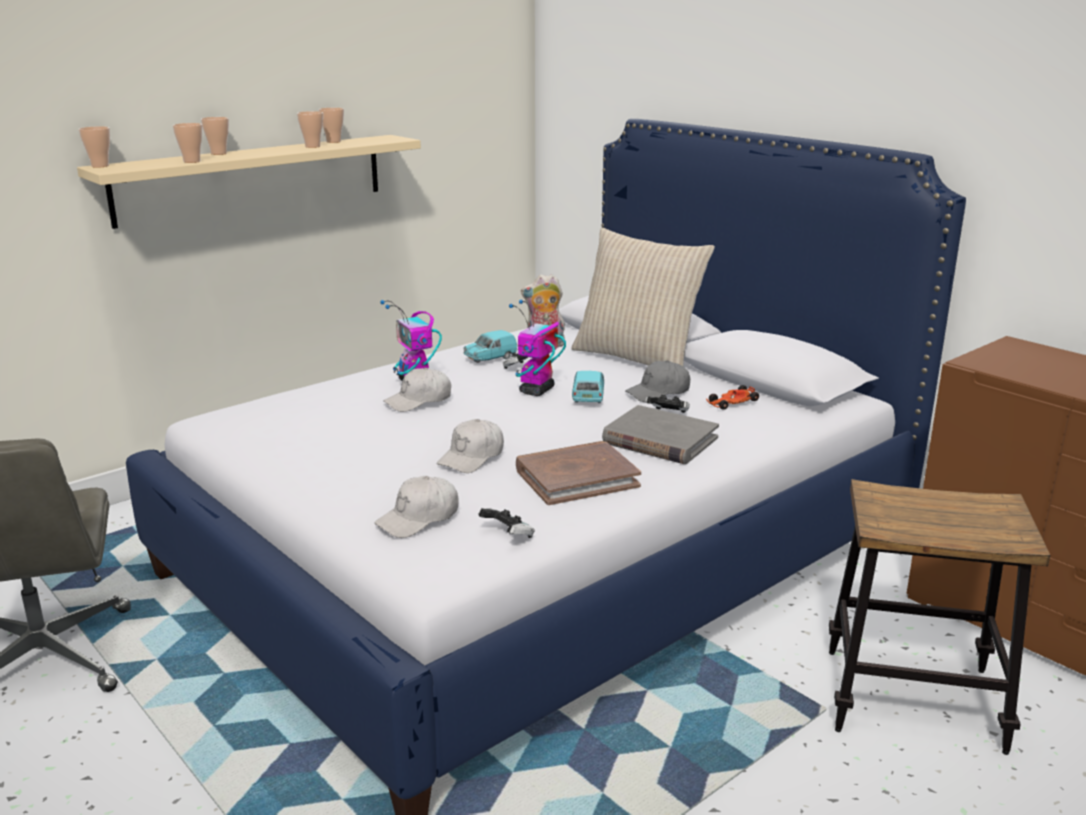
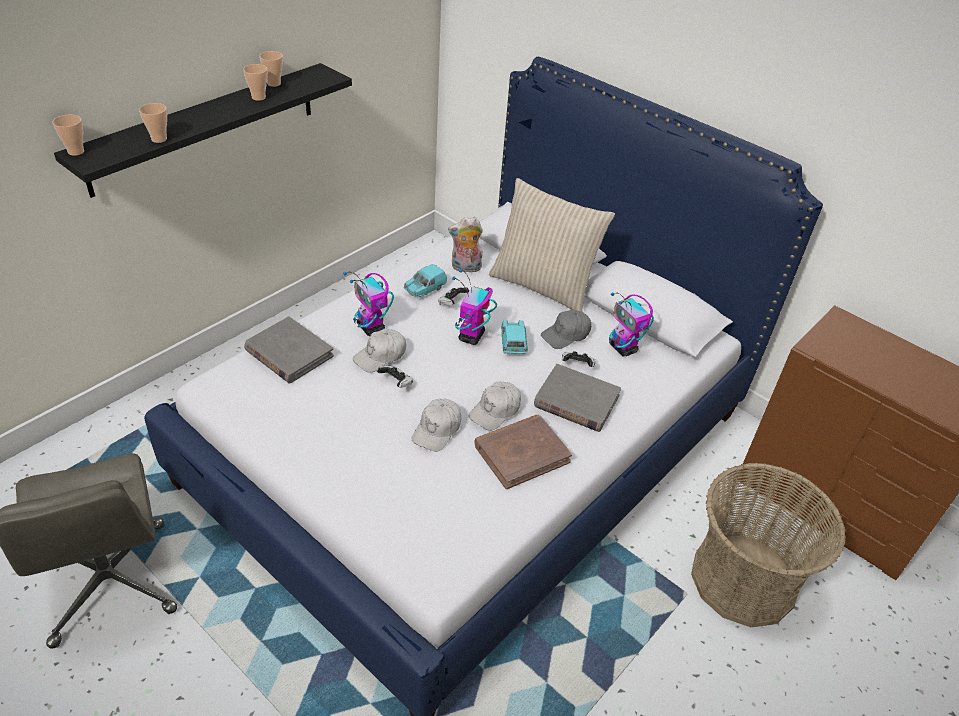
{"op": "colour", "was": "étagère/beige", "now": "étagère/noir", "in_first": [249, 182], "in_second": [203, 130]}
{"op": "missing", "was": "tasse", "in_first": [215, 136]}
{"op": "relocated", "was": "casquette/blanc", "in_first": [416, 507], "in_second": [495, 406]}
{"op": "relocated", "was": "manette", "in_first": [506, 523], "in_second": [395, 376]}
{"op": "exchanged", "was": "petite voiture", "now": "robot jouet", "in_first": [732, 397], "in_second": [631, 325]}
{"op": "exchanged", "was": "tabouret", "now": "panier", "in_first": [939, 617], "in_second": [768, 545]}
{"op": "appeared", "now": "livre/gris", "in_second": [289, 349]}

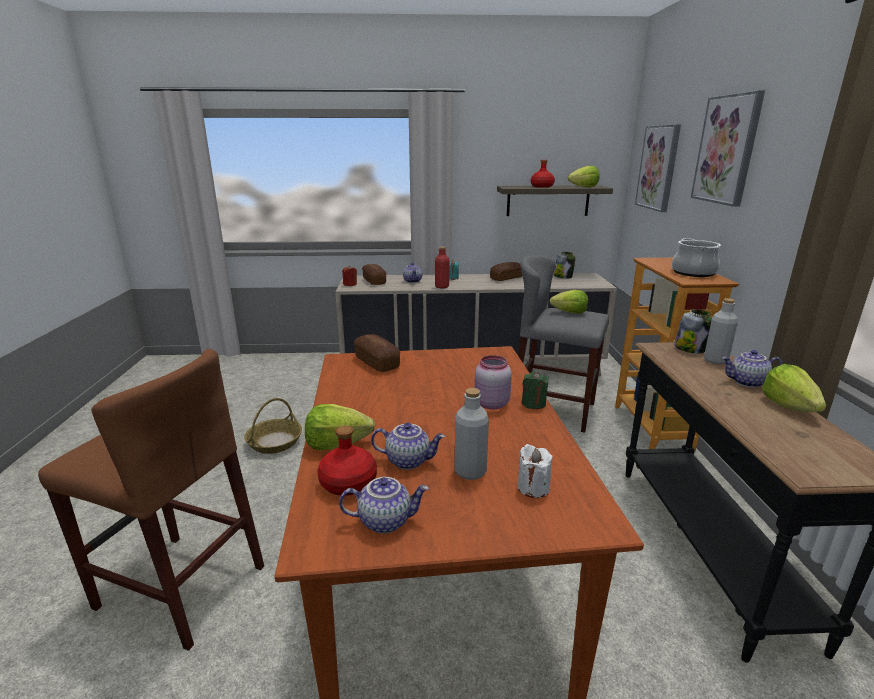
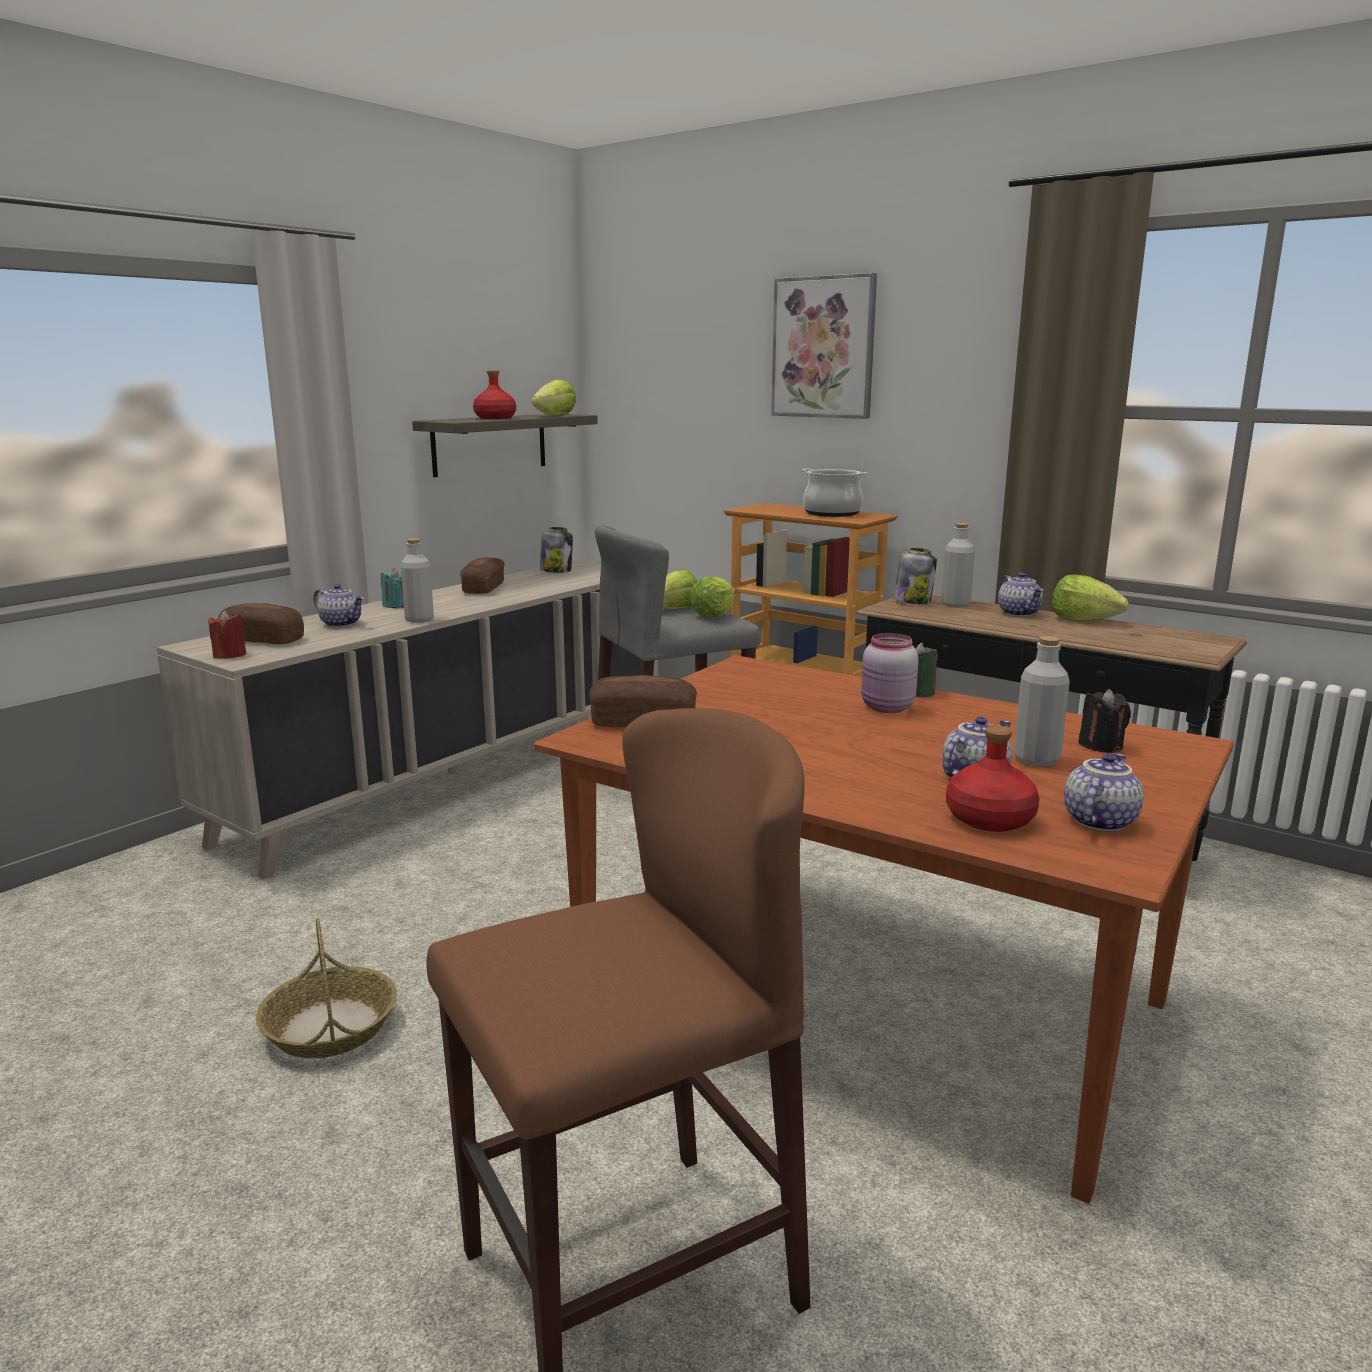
{"op": "relocated", "was": "laitue", "in_first": [340, 427], "in_second": [712, 597]}
{"op": "colour", "was": "bouteille/rouge", "now": "bouteille/gris", "in_first": [442, 267], "in_second": [417, 580]}
{"op": "colour", "was": "bougie/blanc", "now": "bougie/noir", "in_first": [535, 471], "in_second": [1104, 721]}
{"op": "missing", "was": "tableau", "in_first": [658, 168]}
{"op": "spun", "was": "théière", "in_first": [752, 369], "in_second": [1021, 594], "clockwise": -60}

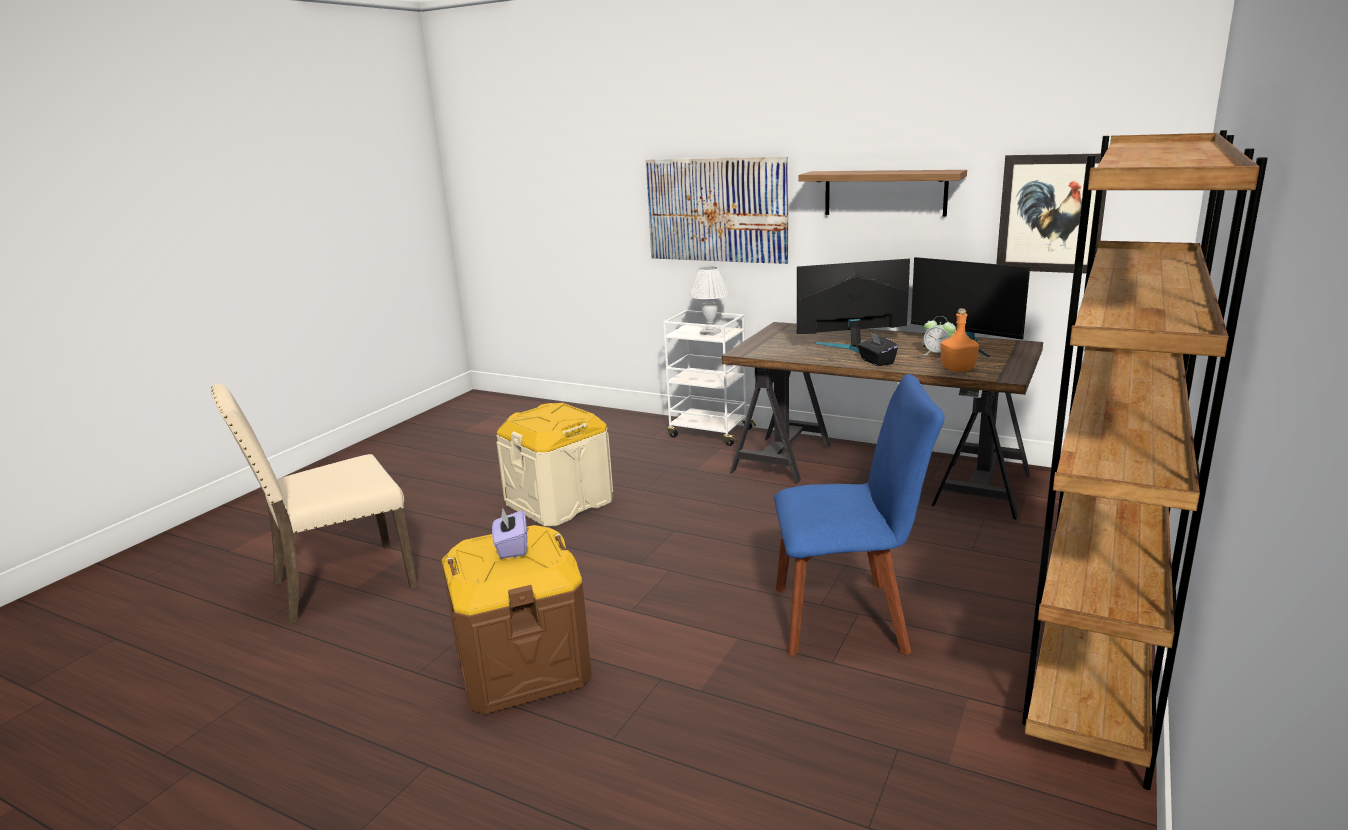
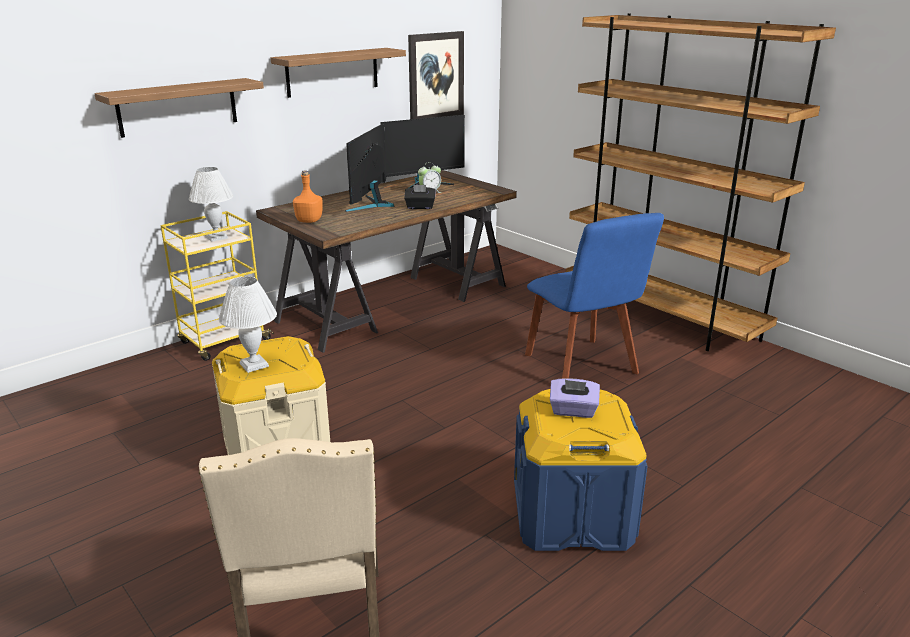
{"op": "colour", "was": "boîte de rangement/marron", "now": "boîte de rangement/bleu", "in_first": [517, 619], "in_second": [581, 470]}
{"op": "exchanged", "was": "tableau", "now": "étagère", "in_first": [716, 210], "in_second": [179, 108]}
{"op": "colour", "was": "chariot/blanc", "now": "chariot/jaune", "in_first": [709, 378], "in_second": [217, 286]}
{"op": "spun", "was": "chaise/bleu", "in_first": [859, 515], "in_second": [594, 296], "clockwise": 135}
{"op": "relocated", "was": "bouteille/orange", "in_first": [959, 340], "in_second": [308, 196]}
{"op": "appeared", "now": "lampe de table/blanc", "in_second": [248, 325]}

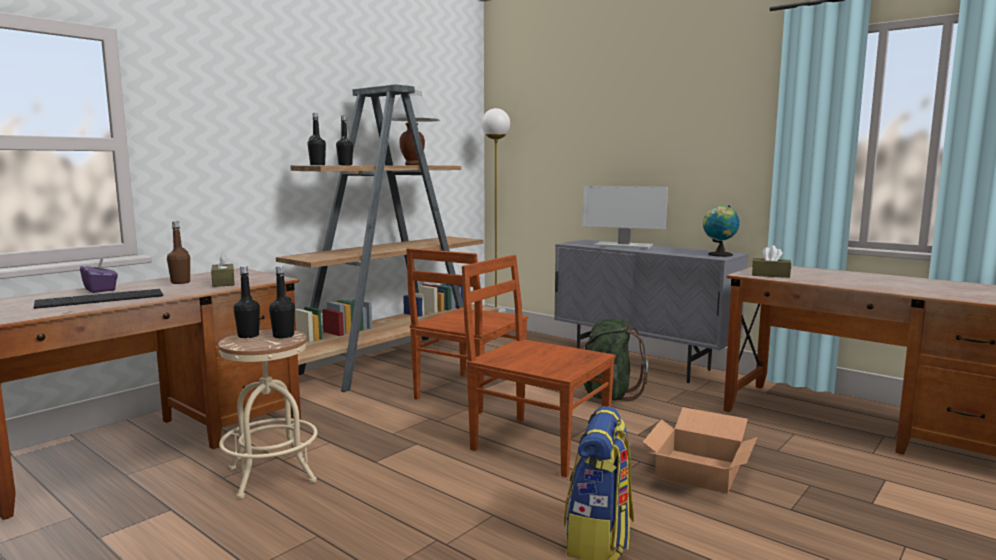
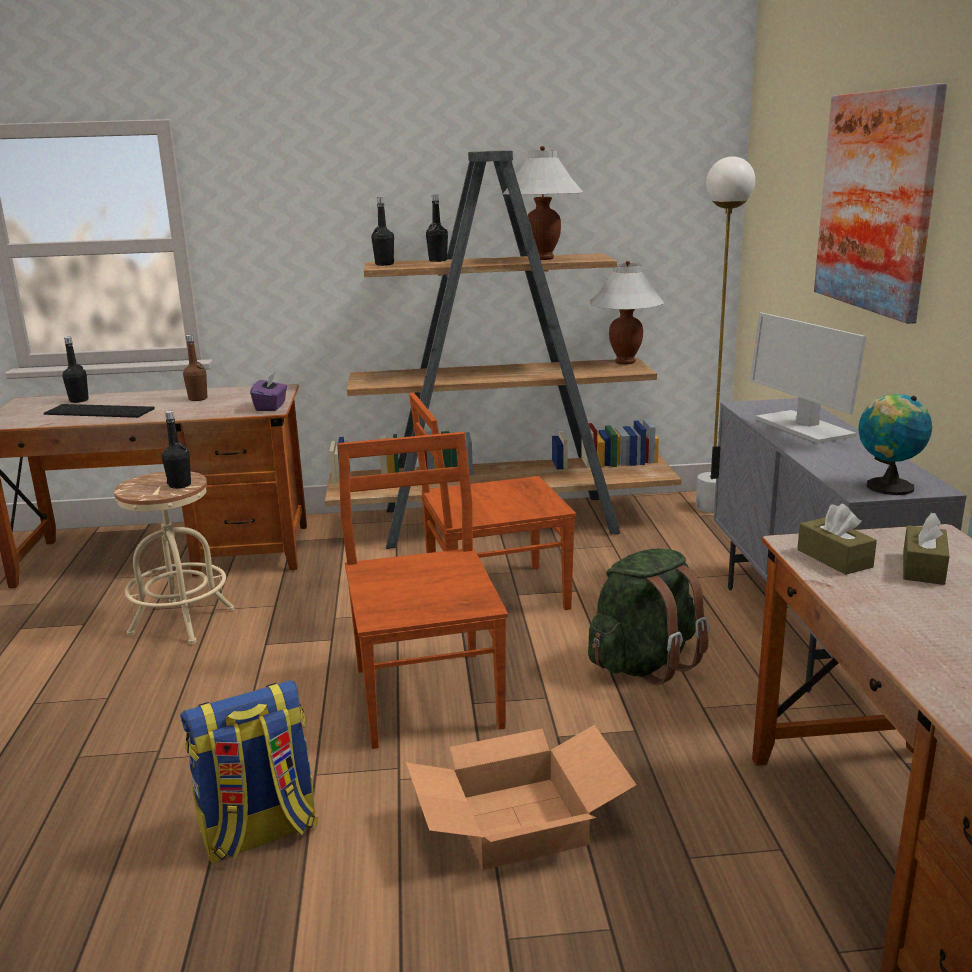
{"op": "relocated", "was": "boîte à mouchoirs/violet", "in_first": [99, 275], "in_second": [268, 392]}
{"op": "relocated", "was": "boîte à mouchoirs/marron", "in_first": [222, 269], "in_second": [926, 549]}
{"op": "relocated", "was": "bouteille/noir", "in_first": [247, 302], "in_second": [76, 370]}
{"op": "appeared", "now": "lampe de table/blanc", "in_second": [627, 313]}
{"op": "appeared", "now": "tableau", "in_second": [880, 203]}

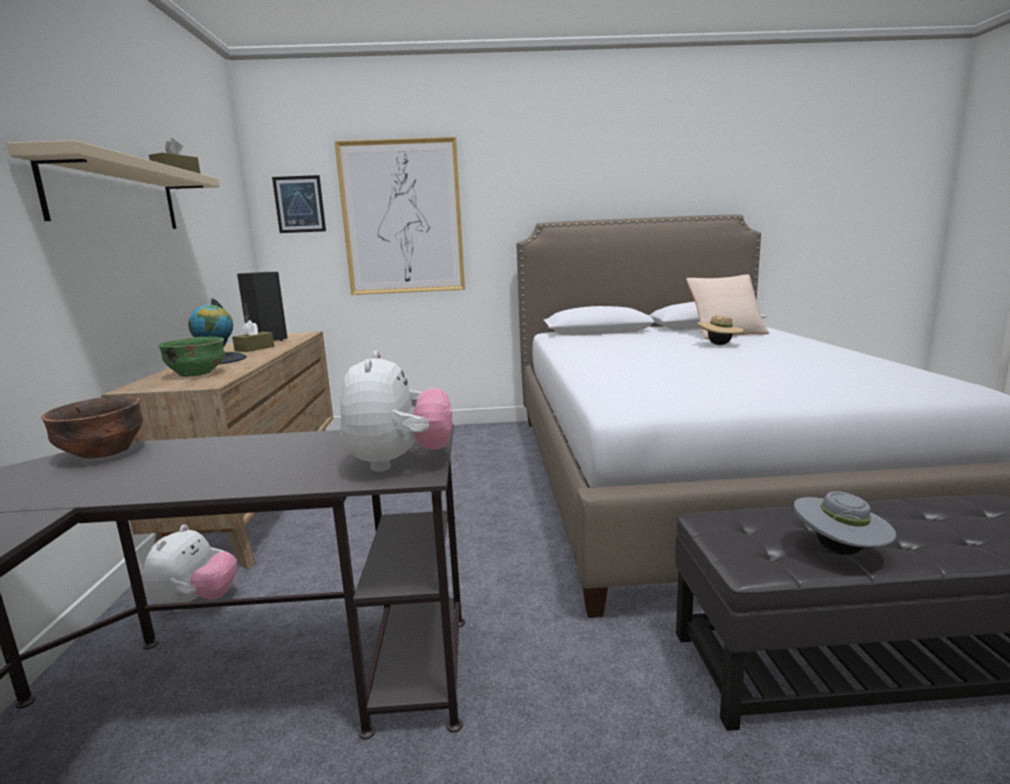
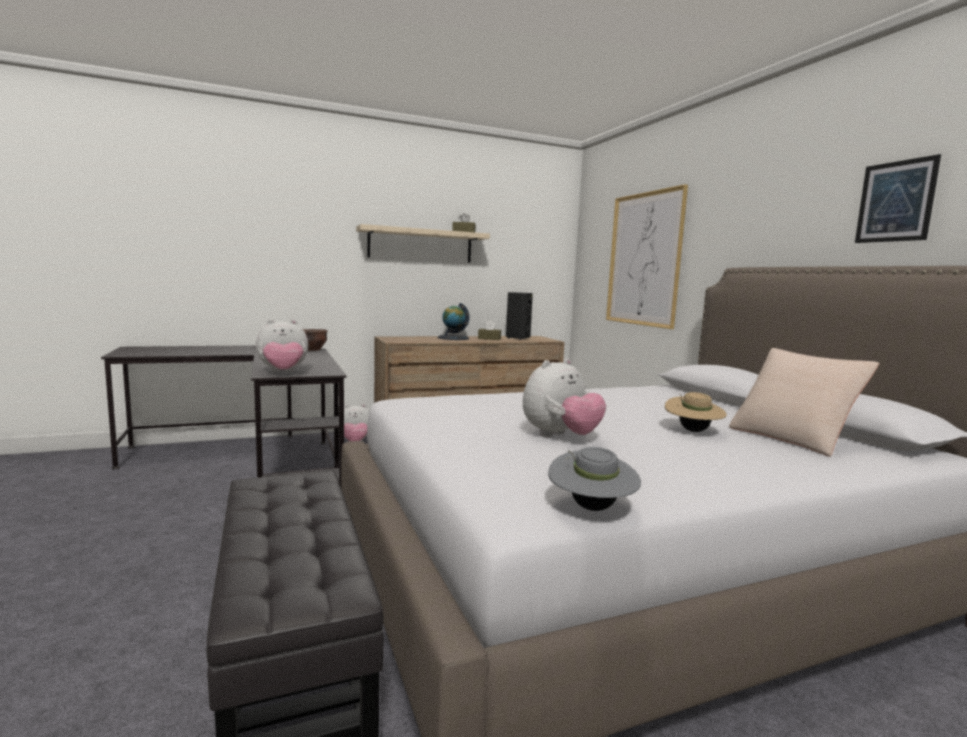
{"op": "missing", "was": "bol/vert", "in_first": [191, 357]}
{"op": "relocated", "was": "tableau", "in_first": [299, 204], "in_second": [898, 198]}
{"op": "relocated", "was": "chapeau/gris", "in_first": [845, 523], "in_second": [594, 479]}
{"op": "appeared", "now": "peluche", "in_second": [564, 397]}

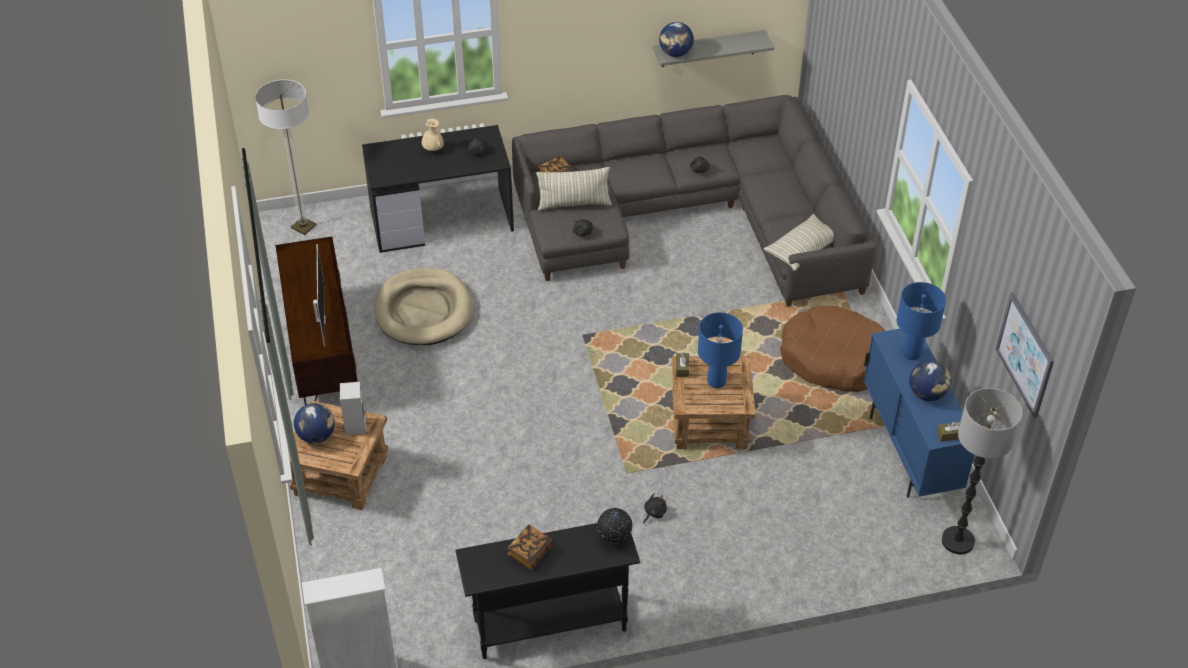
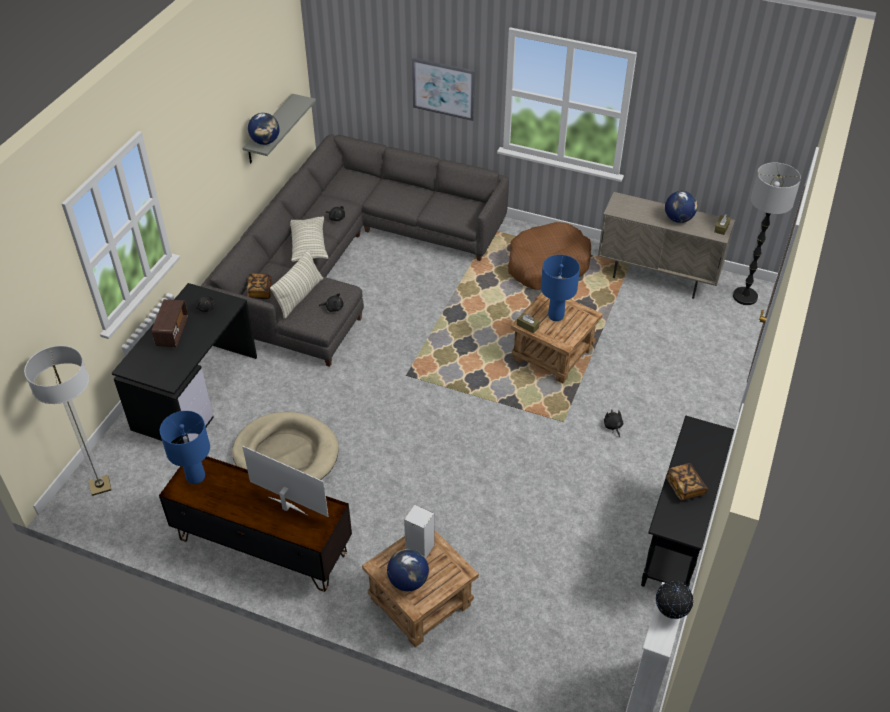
{"op": "exchanged", "was": "vase/beige", "now": "radio", "in_first": [433, 135], "in_second": [170, 323]}
{"op": "relocated", "was": "globe", "in_first": [615, 526], "in_second": [674, 600]}
{"op": "relocated", "was": "coussin", "in_first": [798, 242], "in_second": [309, 239]}
{"op": "colour", "was": "meuble de rangement/bleu", "now": "meuble de rangement/beige", "in_first": [918, 413], "in_second": [666, 245]}
{"op": "relocated", "was": "lampe de table/bleu", "in_first": [921, 321], "in_second": [185, 447]}
{"op": "relocated", "was": "tableau", "in_first": [1024, 355], "in_second": [443, 89]}

